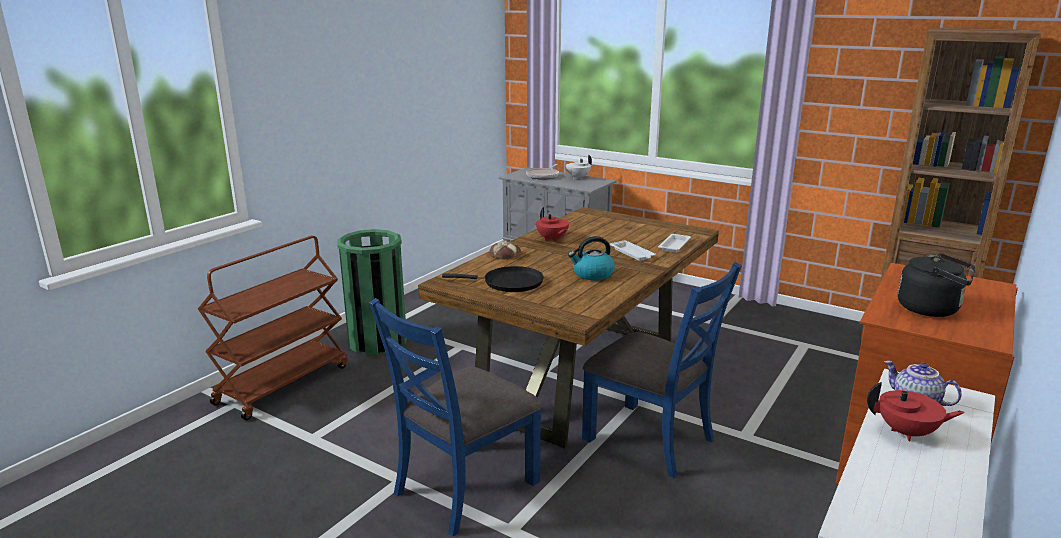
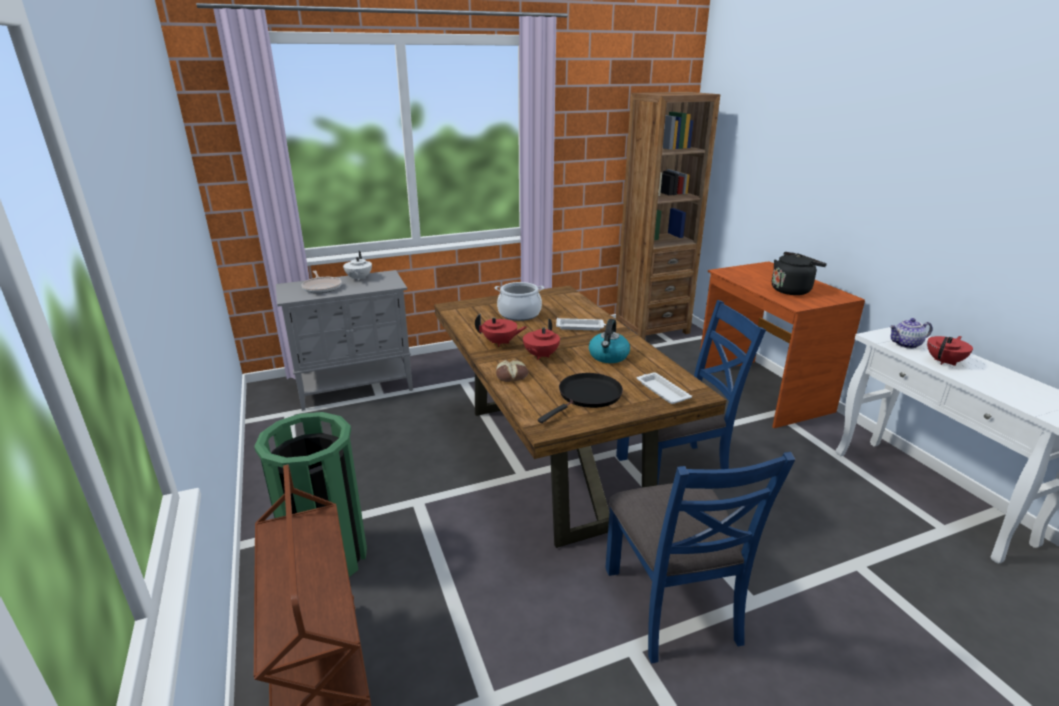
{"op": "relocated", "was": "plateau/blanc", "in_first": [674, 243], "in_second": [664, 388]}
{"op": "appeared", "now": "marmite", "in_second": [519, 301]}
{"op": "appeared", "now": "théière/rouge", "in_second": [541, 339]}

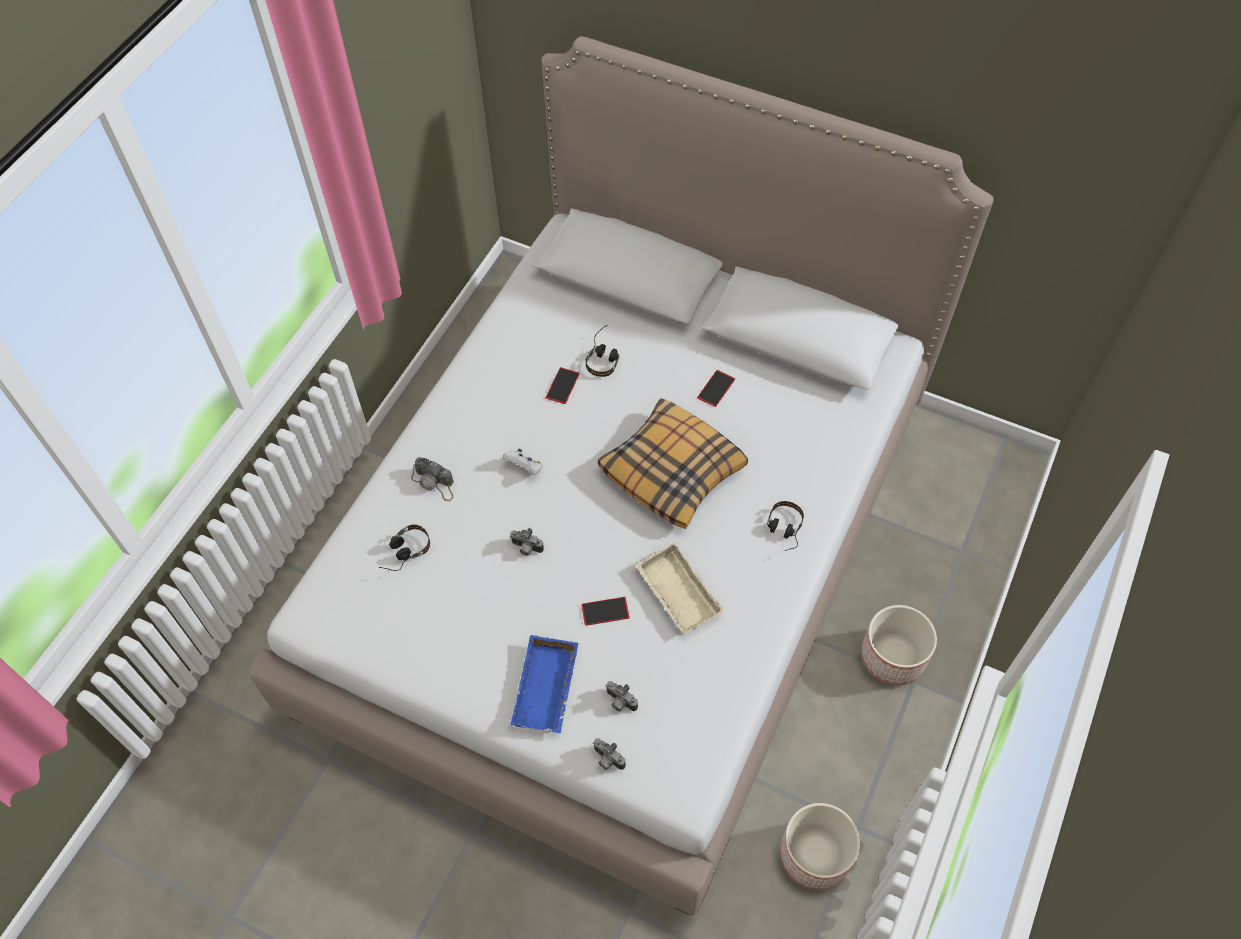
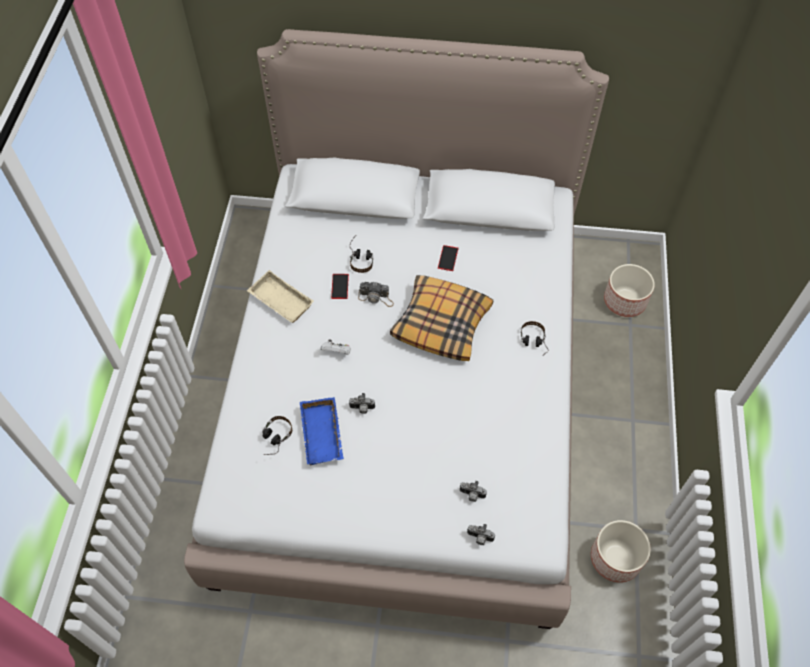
{"op": "relocated", "was": "appareil photo", "in_first": [432, 479], "in_second": [376, 294]}
{"op": "relocated", "was": "plateau/bleu", "in_first": [544, 684], "in_second": [322, 431]}
{"op": "missing", "was": "téléphone", "in_first": [605, 611]}
{"op": "relocated", "was": "plateau/beige", "in_first": [679, 588], "in_second": [280, 296]}
{"op": "relocated", "was": "cache-pot", "in_first": [899, 645], "in_second": [629, 290]}

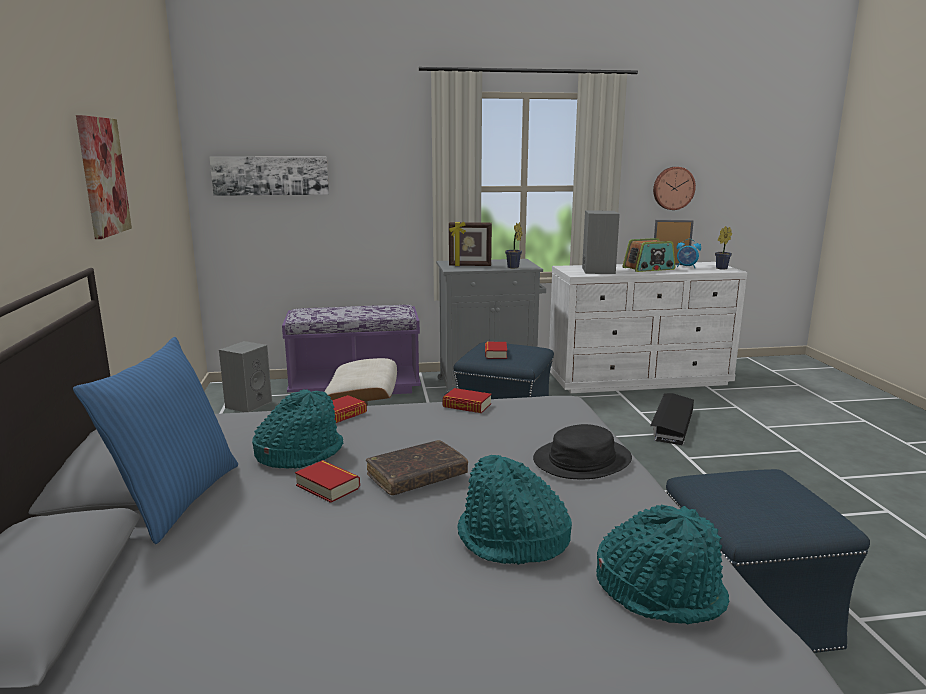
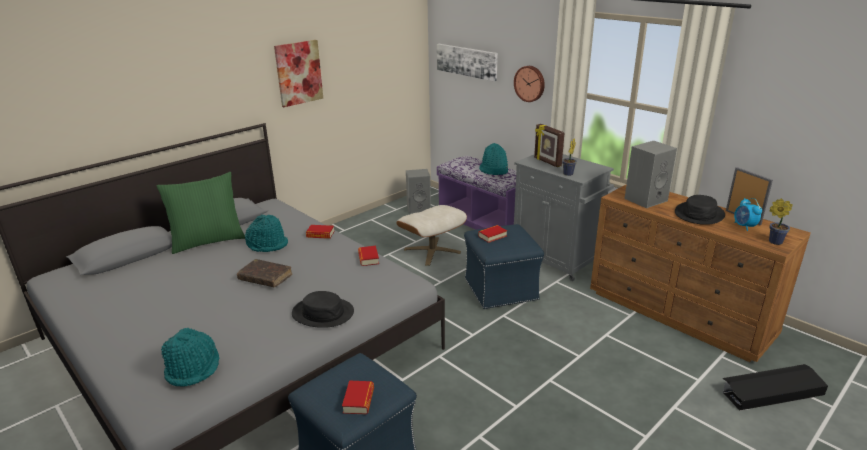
{"op": "colour", "was": "coussin/bleu", "now": "coussin/vert", "in_first": [155, 440], "in_second": [201, 213]}
{"op": "relocated", "was": "livre", "in_first": [327, 481], "in_second": [358, 397]}
{"op": "relocated", "was": "chapeau/turquoise", "in_first": [515, 510], "in_second": [493, 159]}
{"op": "colour", "was": "commode/blanc", "now": "commode/marron", "in_first": [648, 327], "in_second": [700, 273]}
{"op": "exchanged", "was": "radio", "now": "chapeau/noir", "in_first": [649, 255], "in_second": [700, 210]}
{"op": "relocated", "was": "boîte de rangement/noir", "in_first": [672, 419], "in_second": [775, 387]}
{"op": "relocated", "was": "horloge murale", "in_first": [674, 188], "in_second": [529, 84]}

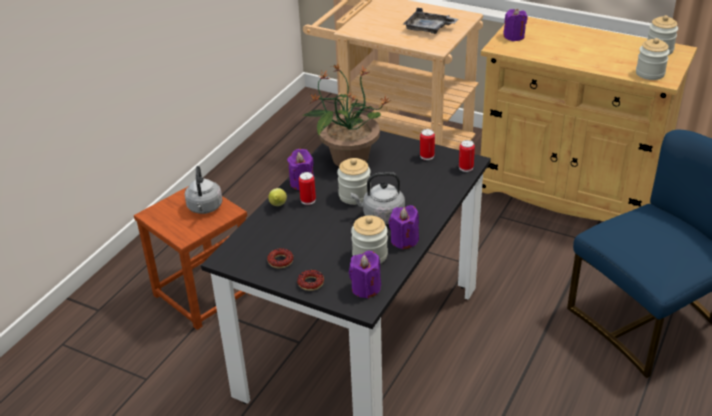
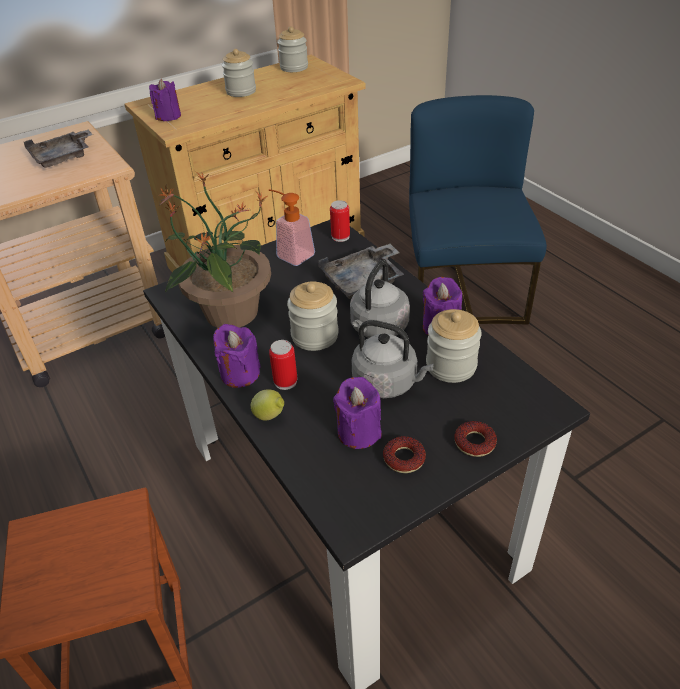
{"op": "relocated", "was": "bouilloire/gris", "in_first": [203, 190], "in_second": [392, 359]}
{"op": "relocated", "was": "bougie/violet", "in_first": [365, 275], "in_second": [357, 413]}
{"op": "exchanged", "was": "boîte métallique", "now": "distributeur de savon", "in_first": [427, 144], "in_second": [292, 227]}
{"op": "relocated", "was": "bocal", "in_first": [653, 59], "in_second": [239, 73]}
{"op": "appeared", "now": "plateau/gris", "in_second": [361, 272]}

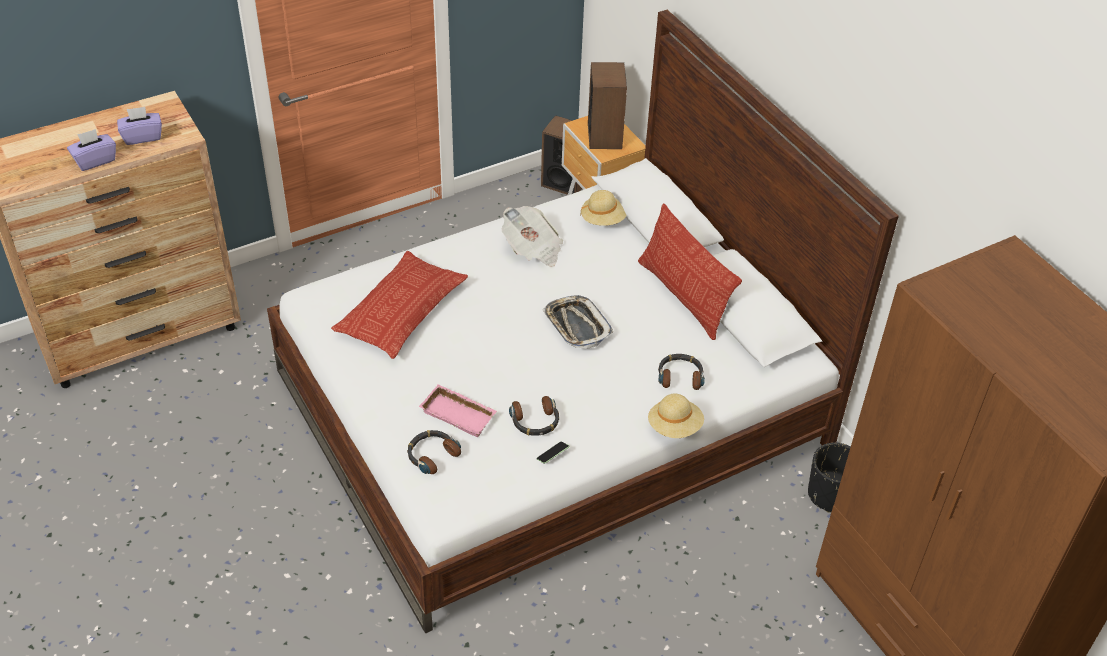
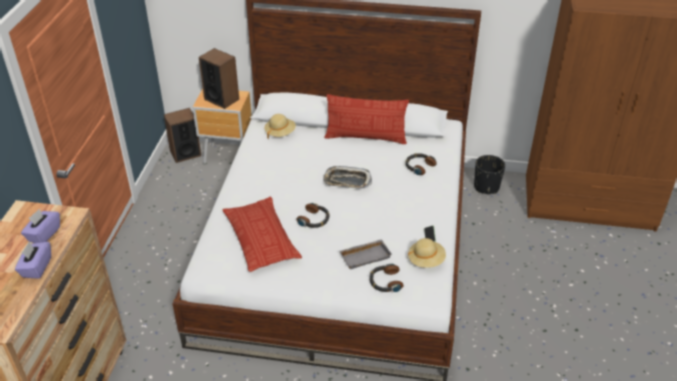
{"op": "colour", "was": "plateau/rose", "now": "plateau/gris", "in_first": [458, 410], "in_second": [365, 254]}
{"op": "missing", "was": "journal", "in_first": [532, 236]}
{"op": "relocated", "was": "casque audio", "in_first": [534, 416], "in_second": [313, 215]}
{"op": "relocated", "was": "chapeau/beige", "in_first": [676, 416], "in_second": [426, 253]}

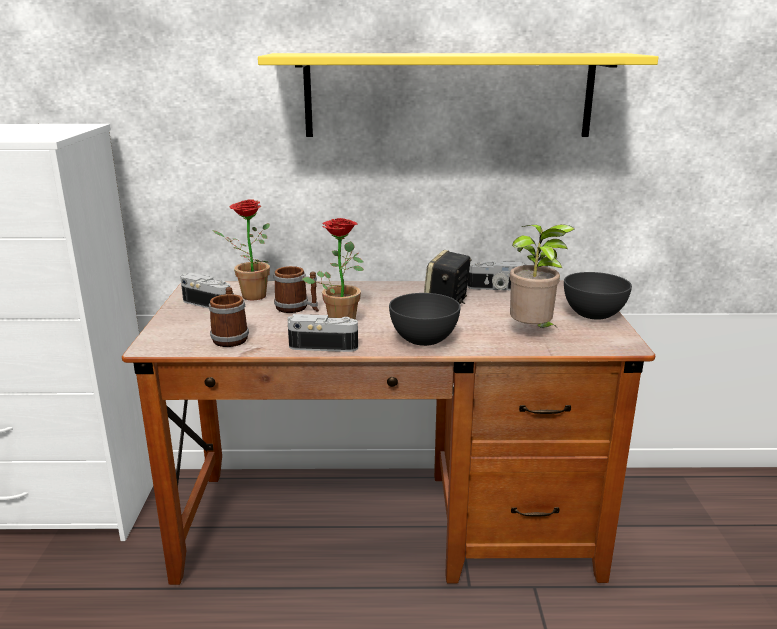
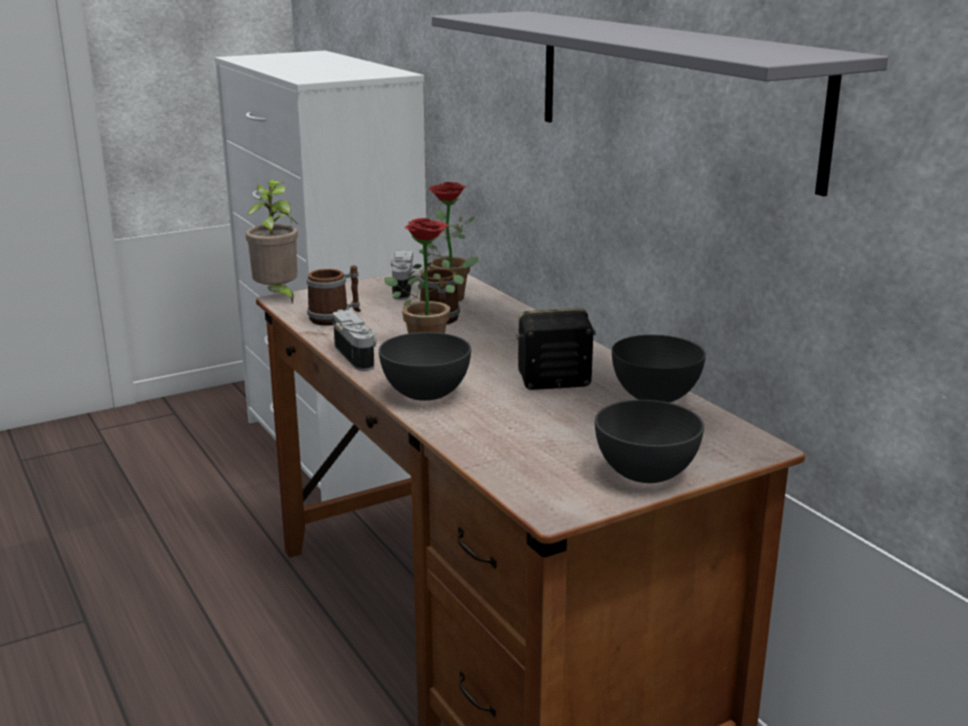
{"op": "colour", "was": "étagère/jaune", "now": "étagère/gris", "in_first": [458, 95], "in_second": [660, 103]}
{"op": "exchanged", "was": "appareil photo", "now": "bol/gris", "in_first": [496, 275], "in_second": [659, 368]}
{"op": "relocated", "was": "plante en pot", "in_first": [542, 276], "in_second": [271, 242]}

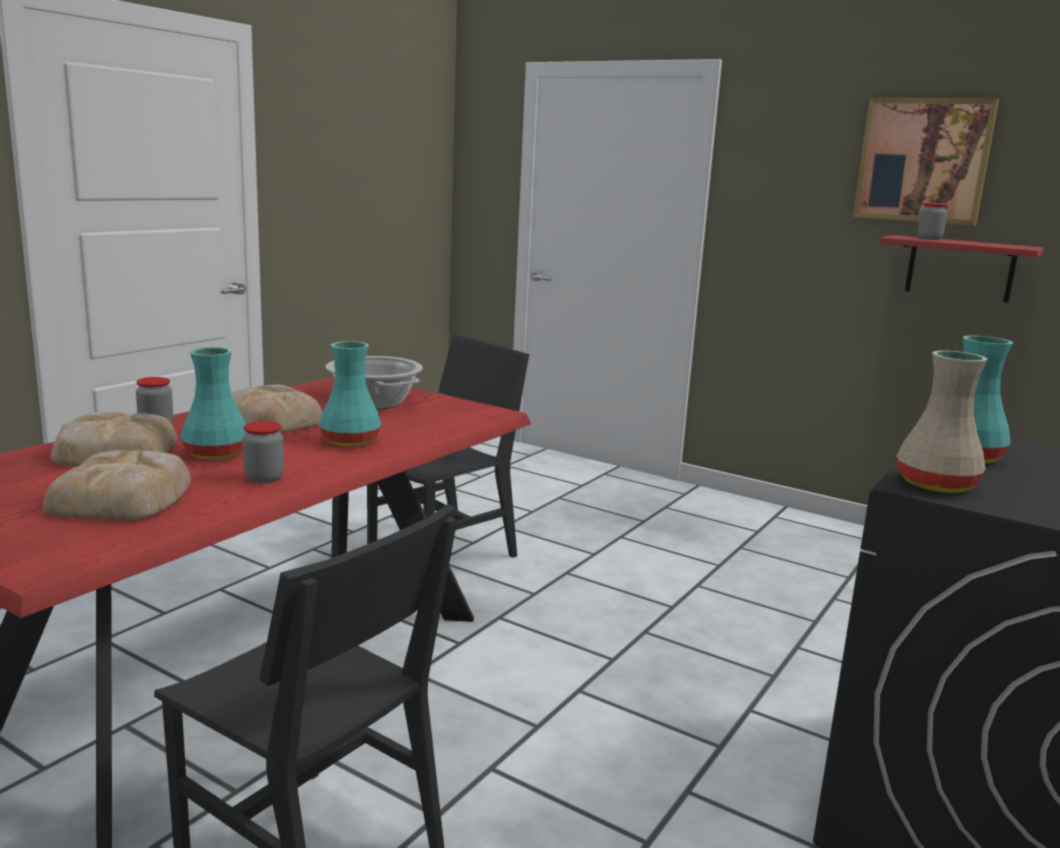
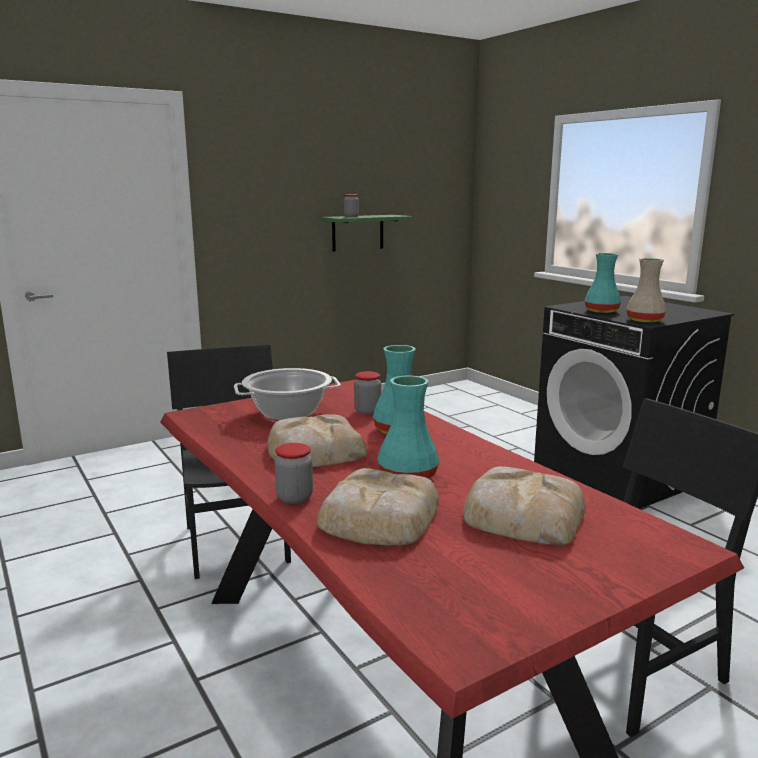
{"op": "relocated", "was": "bocal", "in_first": [263, 452], "in_second": [367, 393]}
{"op": "missing", "was": "tableau", "in_first": [926, 162]}
{"op": "colour", "was": "étagère/rouge", "now": "étagère/vert", "in_first": [961, 269], "in_second": [366, 233]}

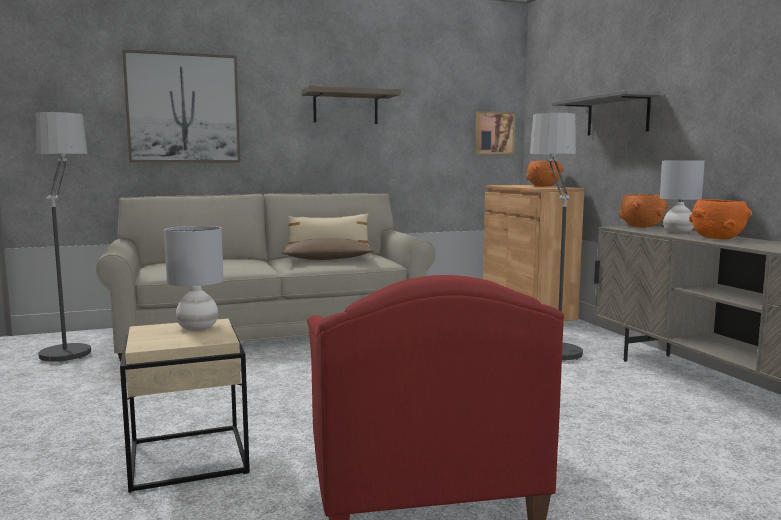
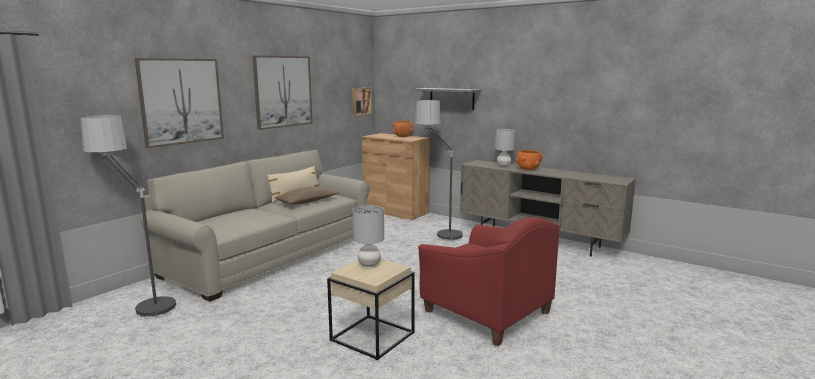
{"op": "exchanged", "was": "étagère", "now": "tableau", "in_first": [350, 104], "in_second": [282, 92]}
{"op": "missing", "was": "bol/orange", "in_first": [643, 211]}

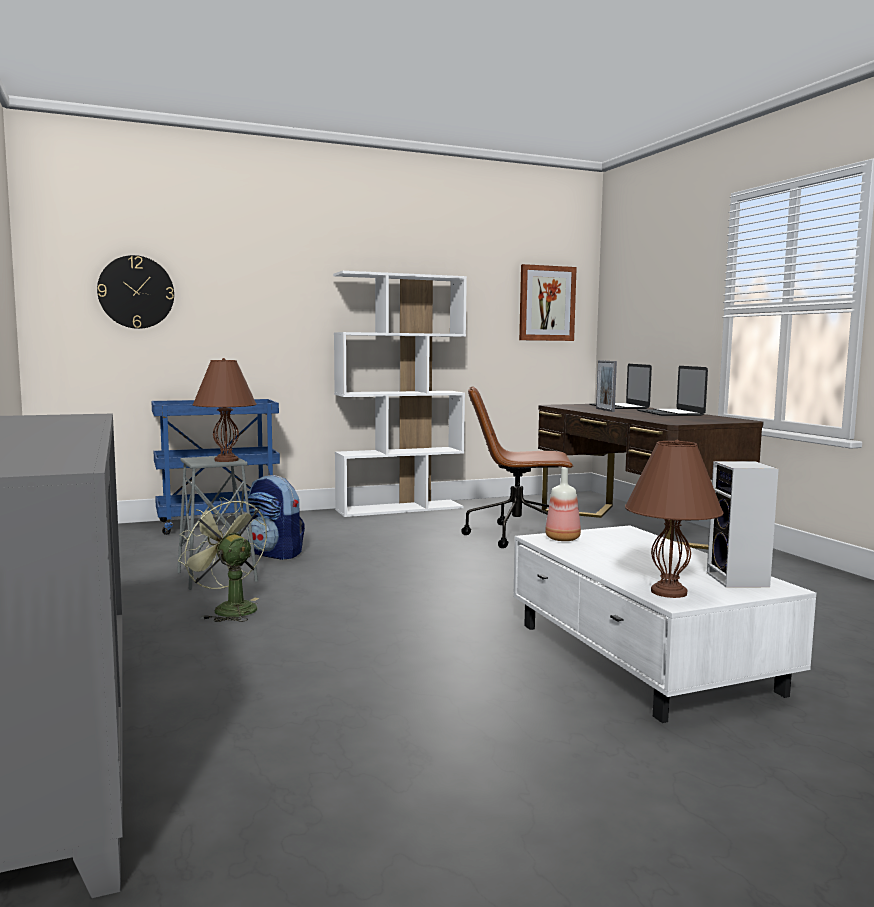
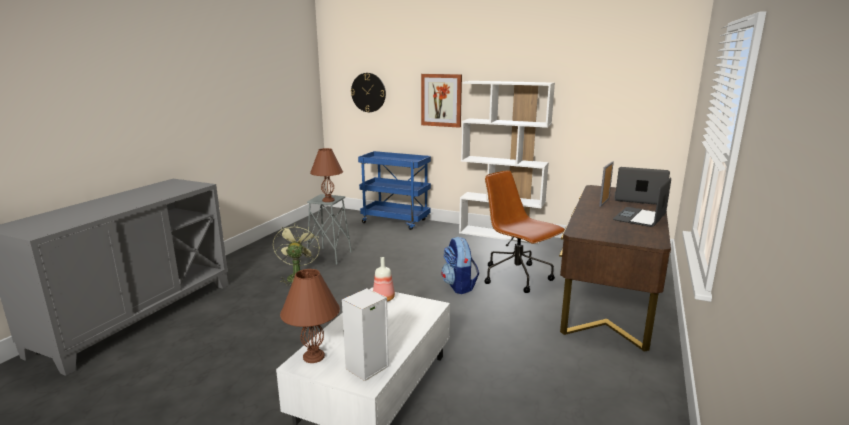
{"op": "relocated", "was": "sac à dos", "in_first": [275, 517], "in_second": [460, 265]}
{"op": "relocated", "was": "tableau", "in_first": [548, 302], "in_second": [441, 101]}
{"op": "spun", "was": "ordinateur portable", "in_first": [621, 386], "in_second": [642, 186], "clockwise": 75}

